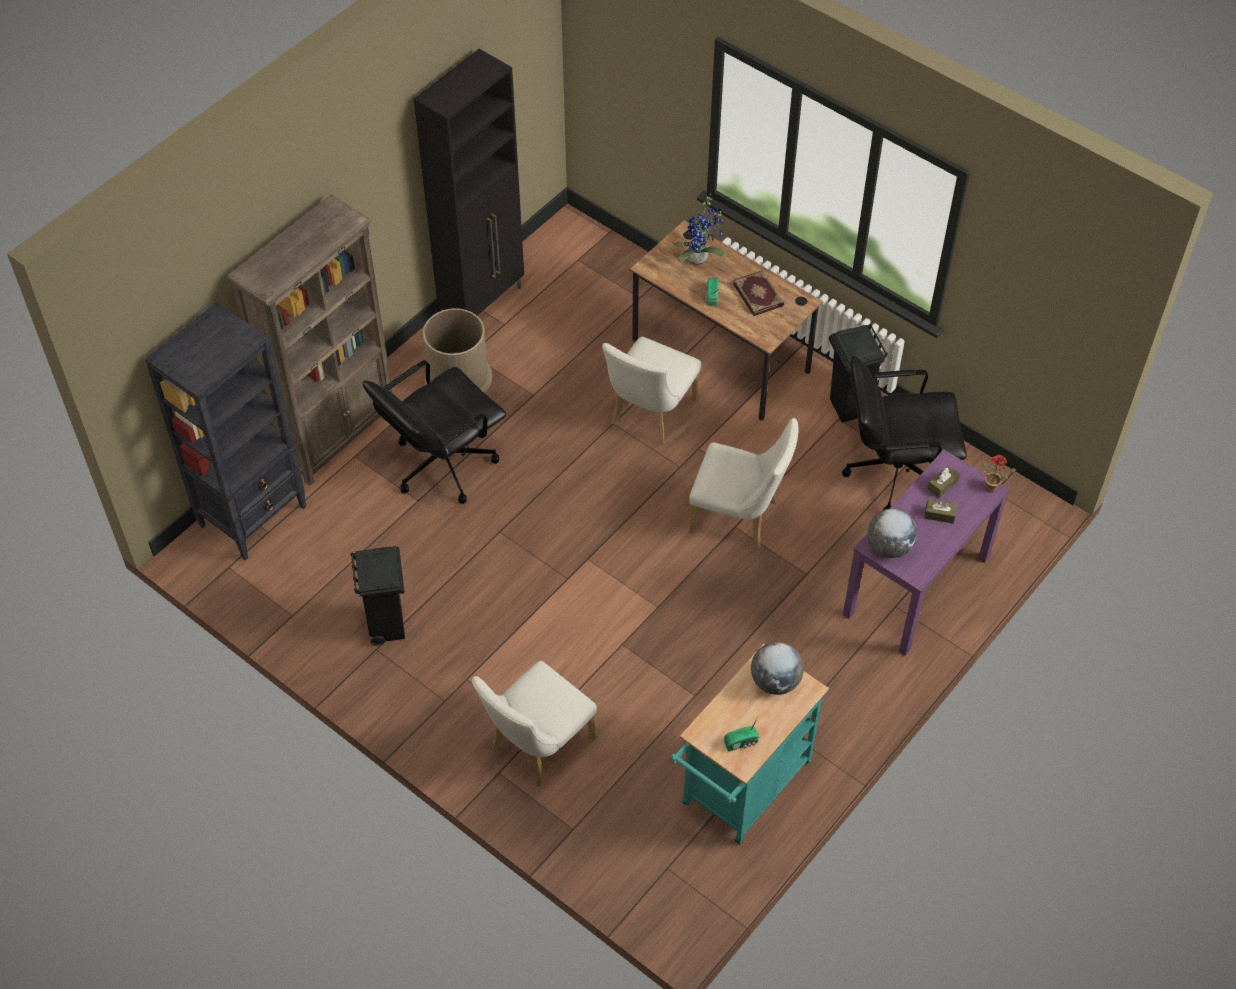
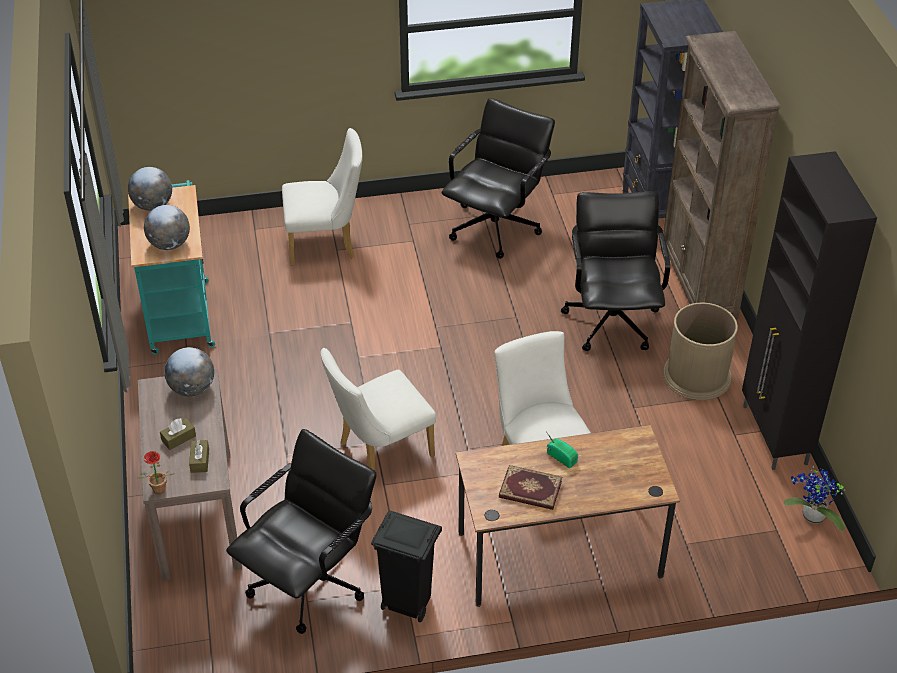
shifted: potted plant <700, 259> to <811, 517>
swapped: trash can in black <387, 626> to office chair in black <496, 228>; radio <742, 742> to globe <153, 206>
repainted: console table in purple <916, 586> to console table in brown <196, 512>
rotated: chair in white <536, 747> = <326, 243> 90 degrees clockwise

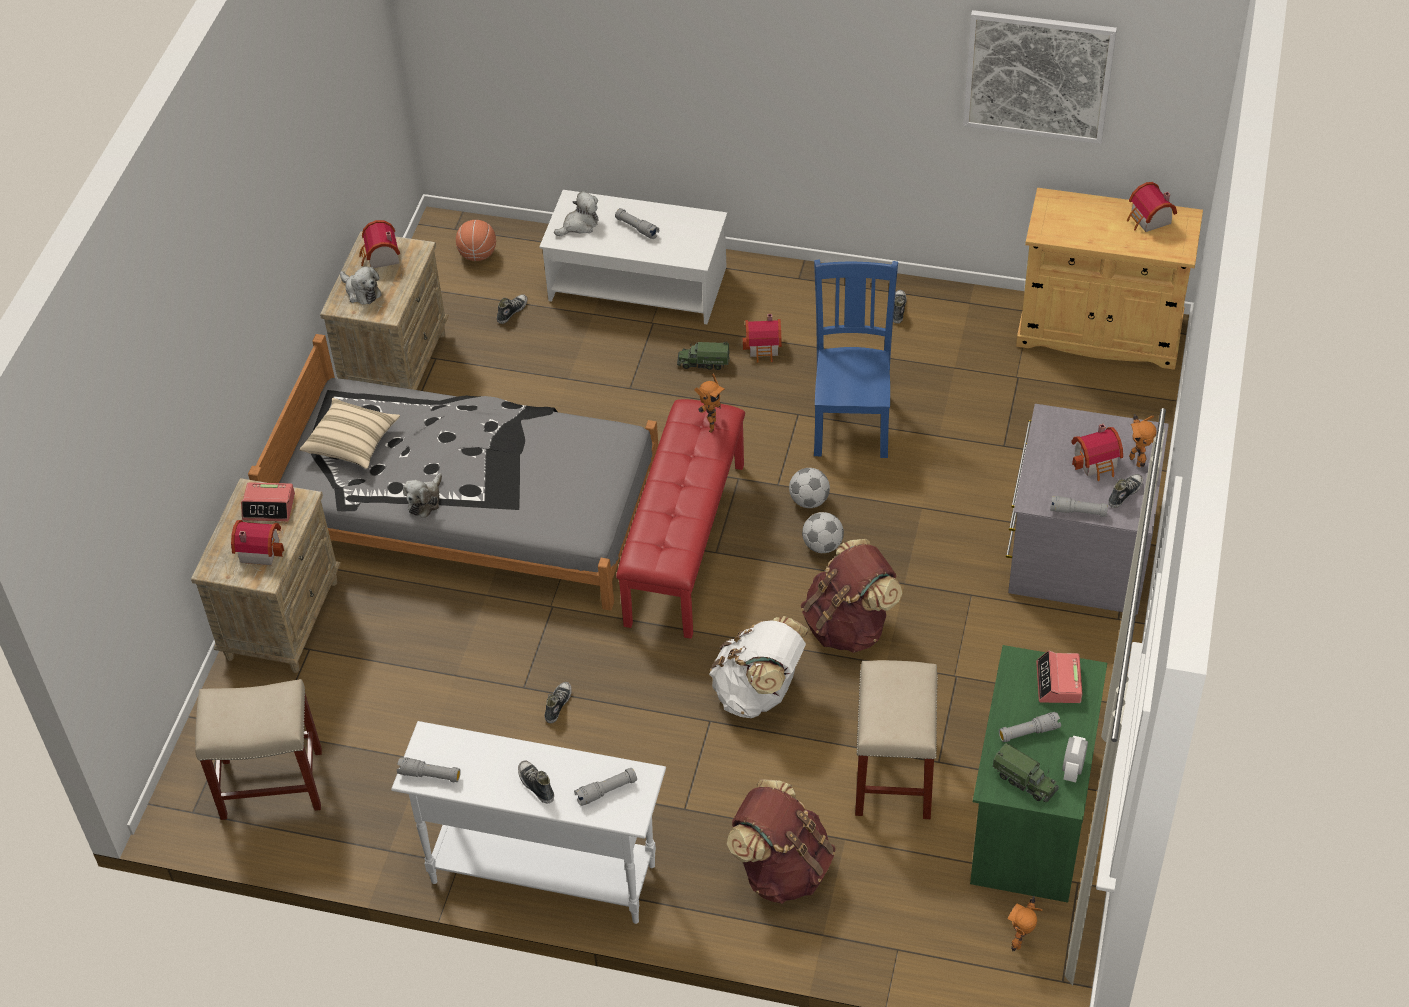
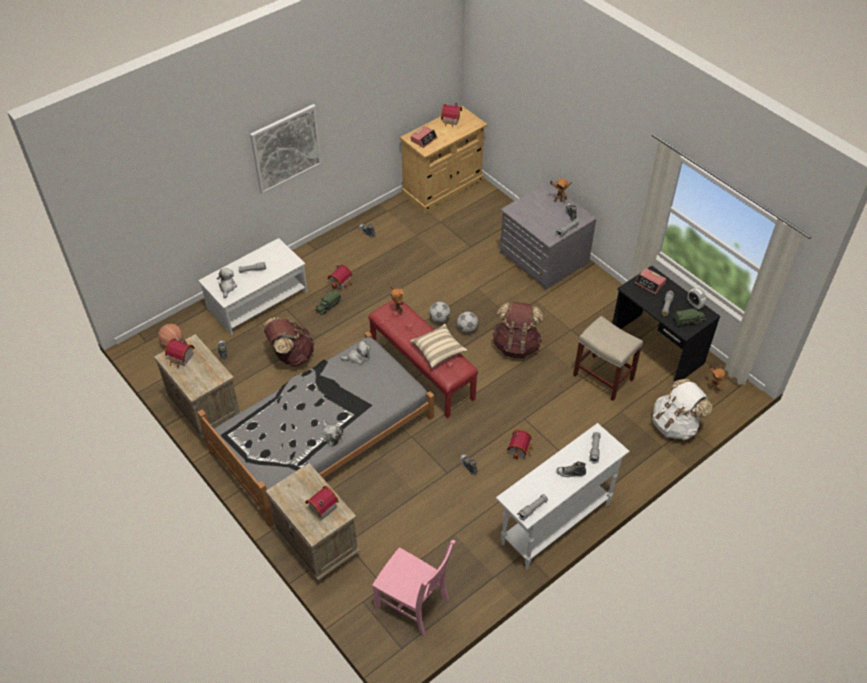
gone: chair in blue <852, 421>
shifted: alarm clock <269, 507> to <424, 139>; pillow in beige <352, 443> to <438, 351>; plush toy <361, 291> to <358, 357>; backpack in white <759, 693> to <675, 425>; backpack in brown <782, 868> to <291, 355>; picture <1038, 76> to <286, 148>; toy house <1097, 462> to <520, 449>
swapped: stool in beige <270, 784> to chair in pink <414, 605>
repainted: desk in green <1029, 815> to desk in black <656, 349>

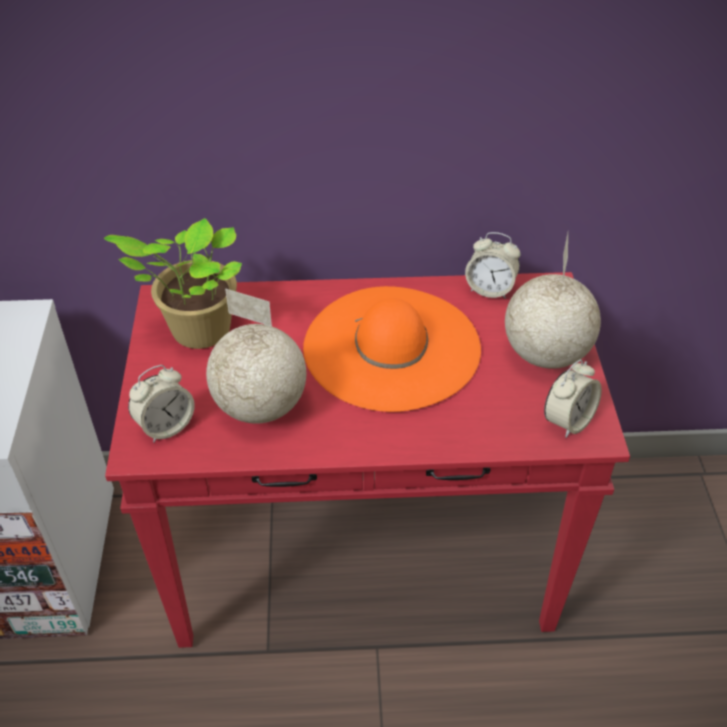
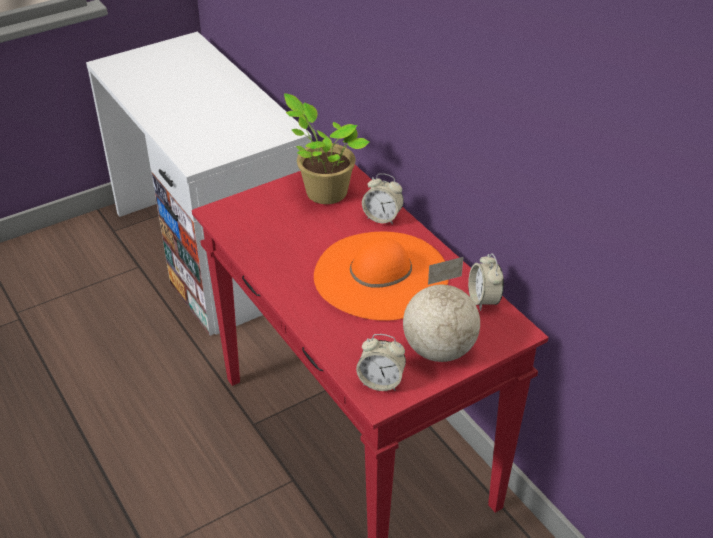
gone: globe <261, 407>
shifted: alarm clock <166, 426> to <382, 217>

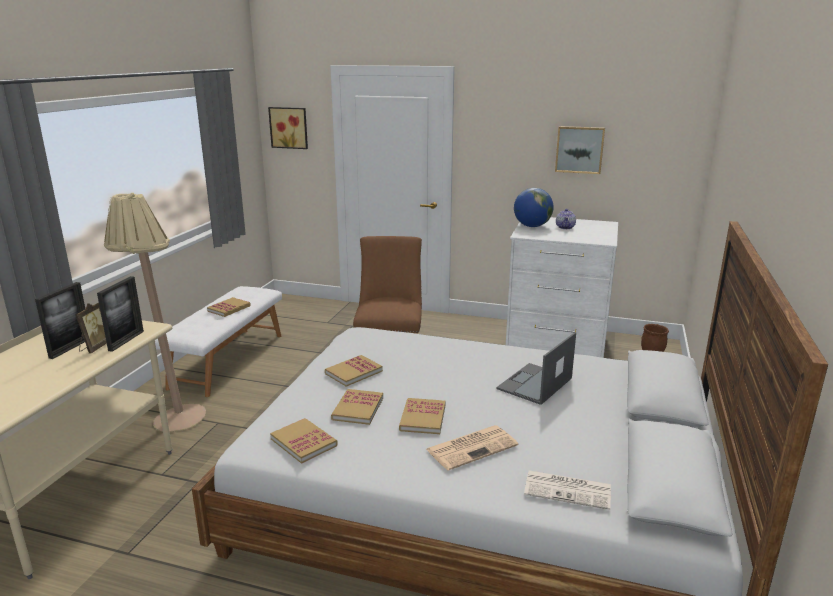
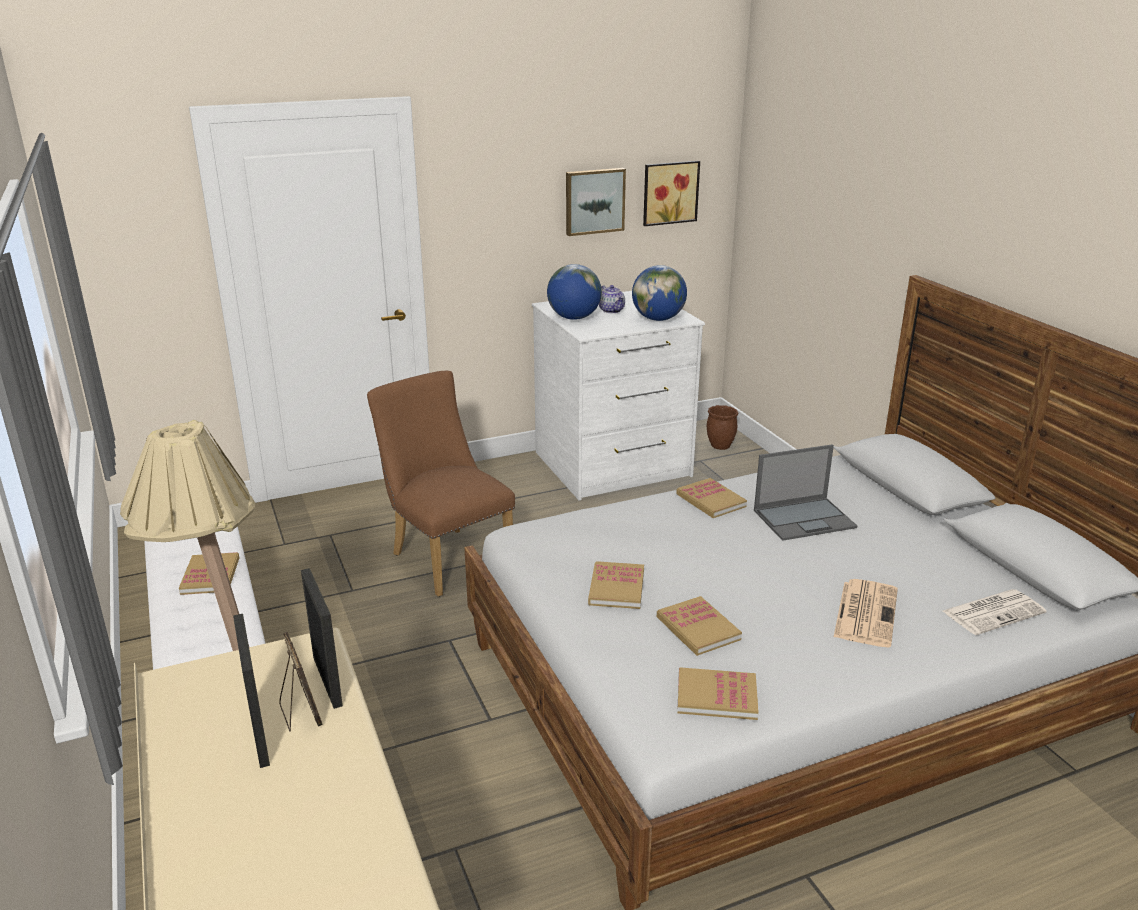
new: globe <658, 319>
shifted: picture <289, 127> to <669, 192>; book <422, 418> to <711, 500>
rotated: laptop <534, 384> = <805, 519> 105 degrees counterclockwise

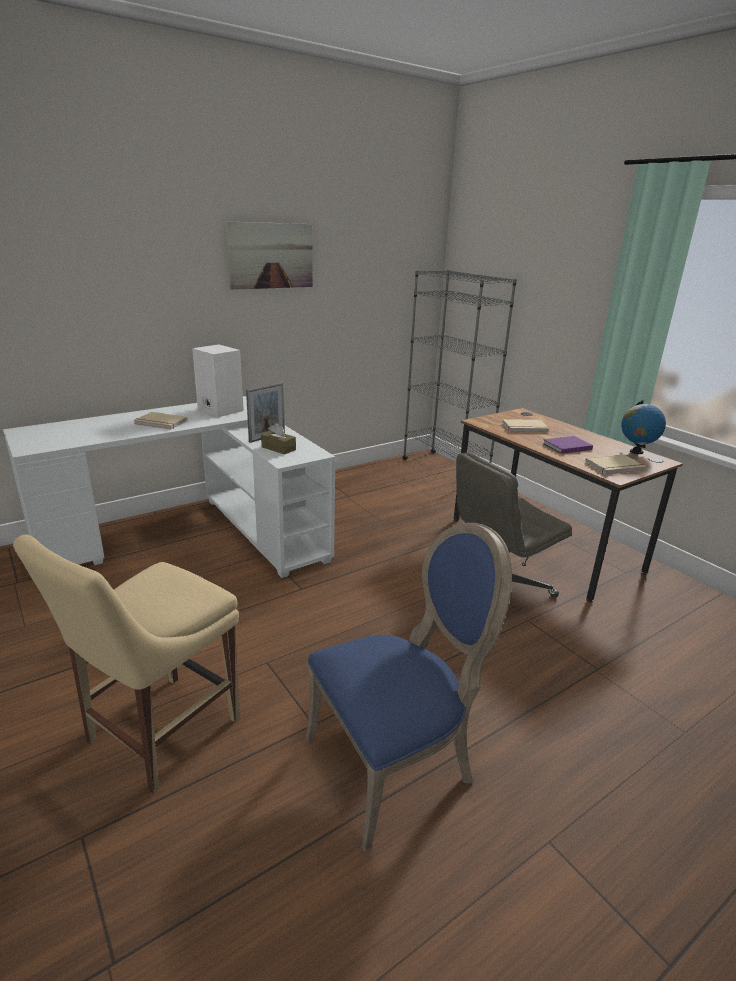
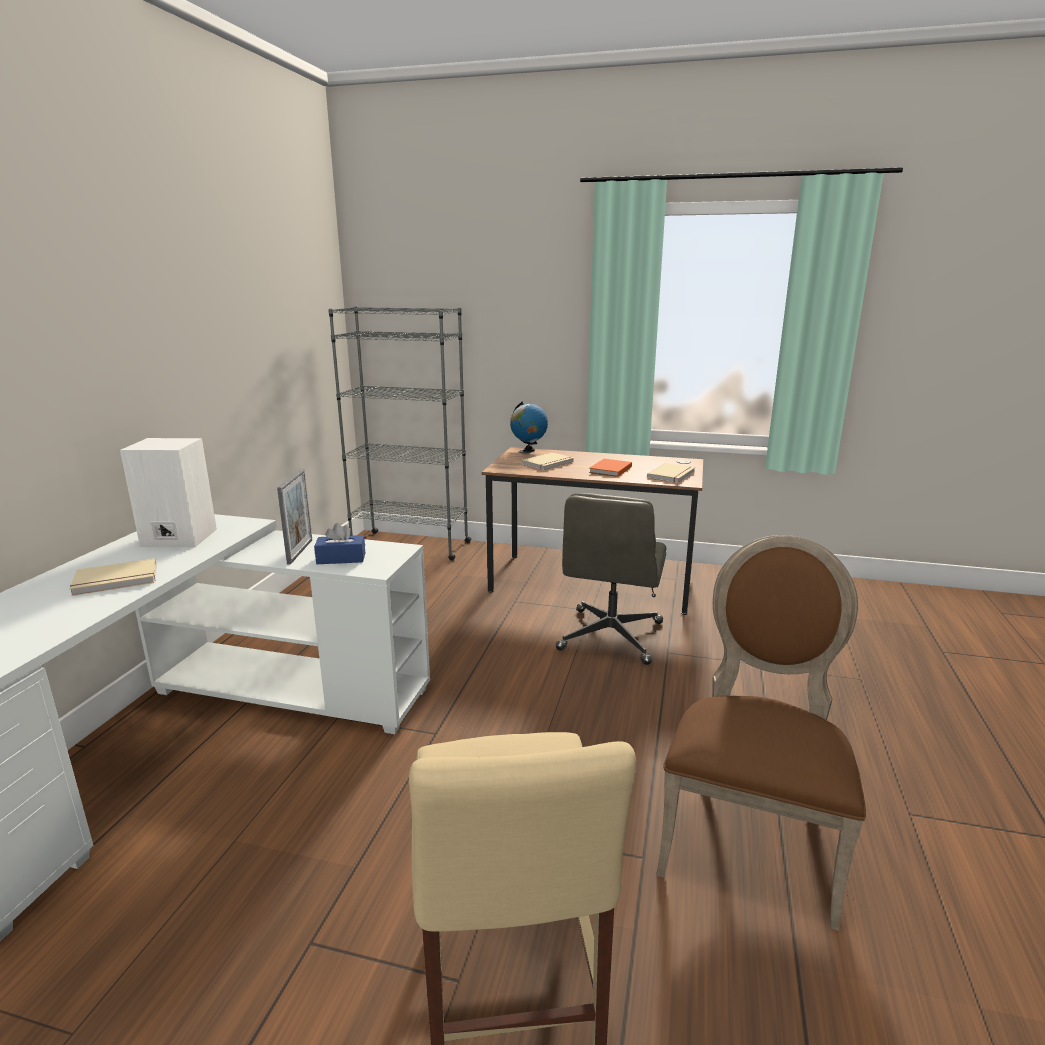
gone: picture <271, 255>
shifted: globe <636, 452> to <528, 450>
repainted: tissue box in brown <278, 448> to tissue box in blue <341, 558>; chair in blue <396, 762> to chair in brown <750, 836>; book in purple <565, 446> to book in orange <609, 470>

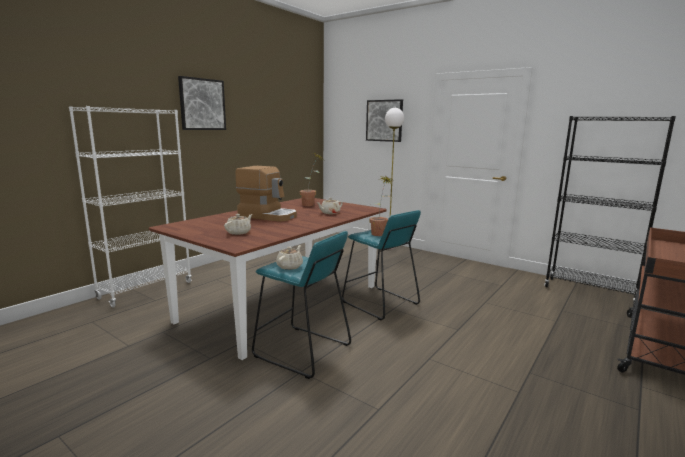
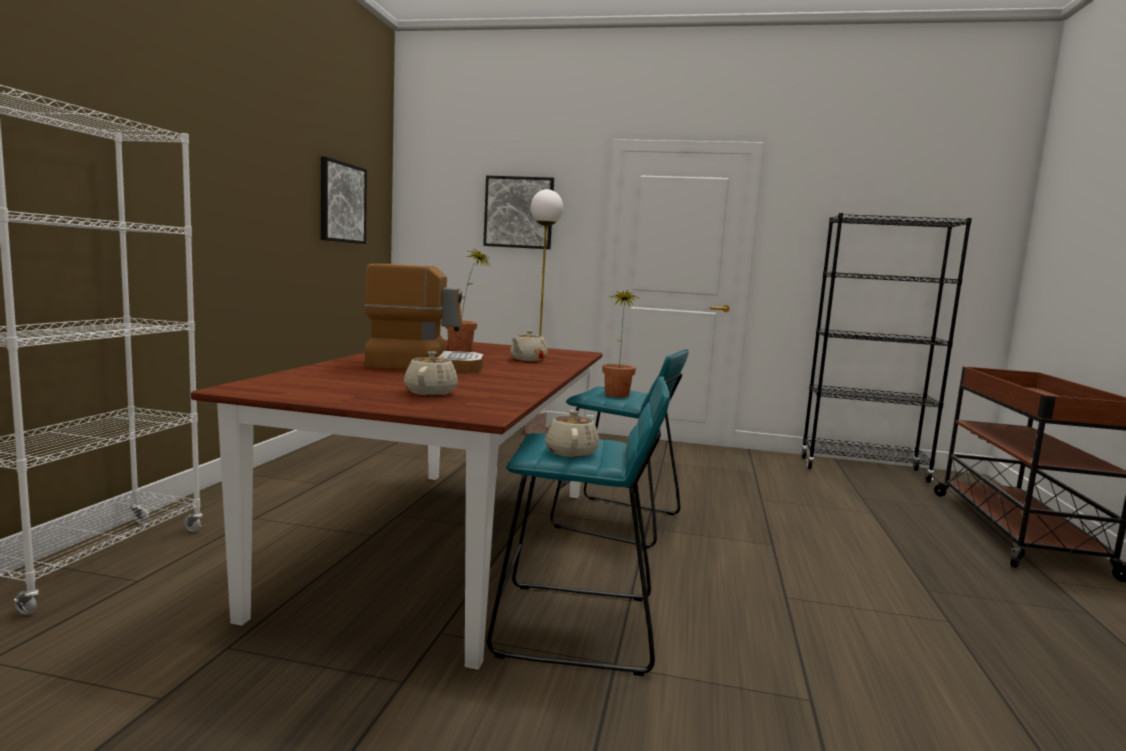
shifted: picture <202, 104> to <342, 202>

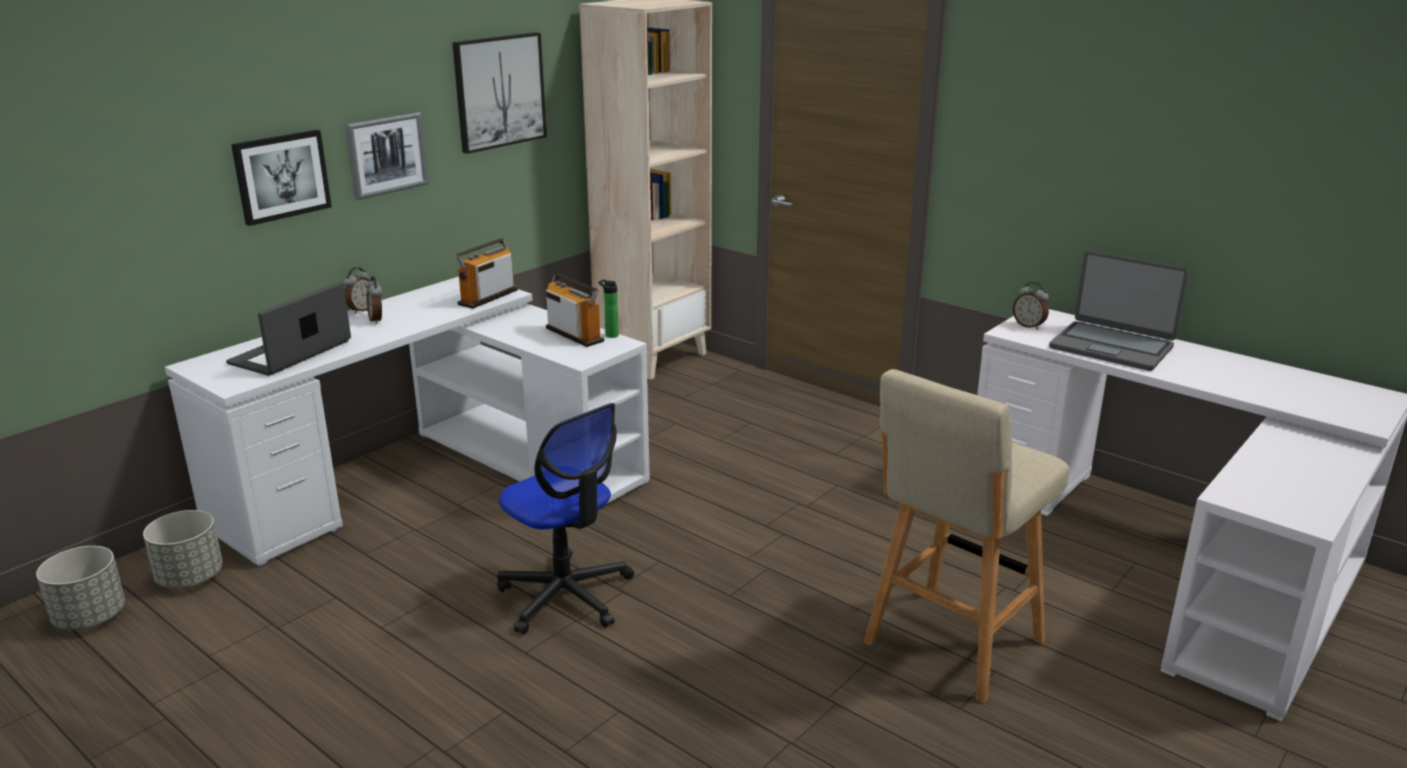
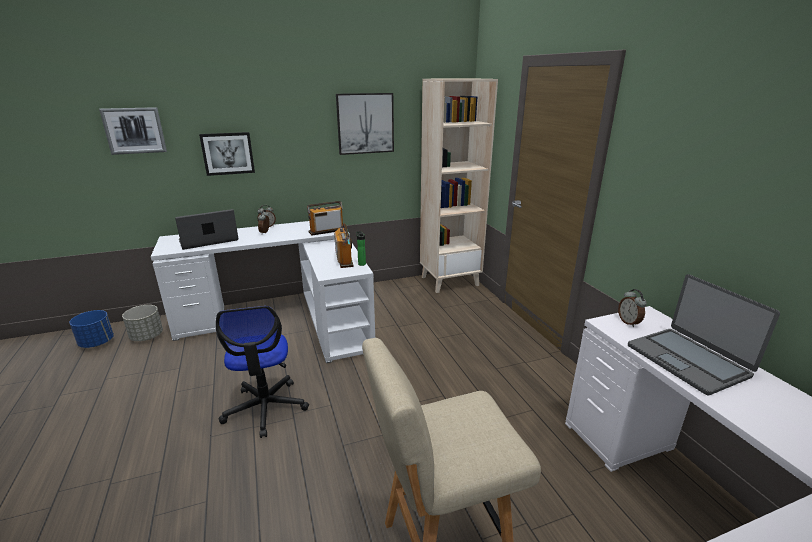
shifted: picture <386, 154> to <134, 130>
repainted: planter in grey <90, 617> to planter in blue <97, 343>

